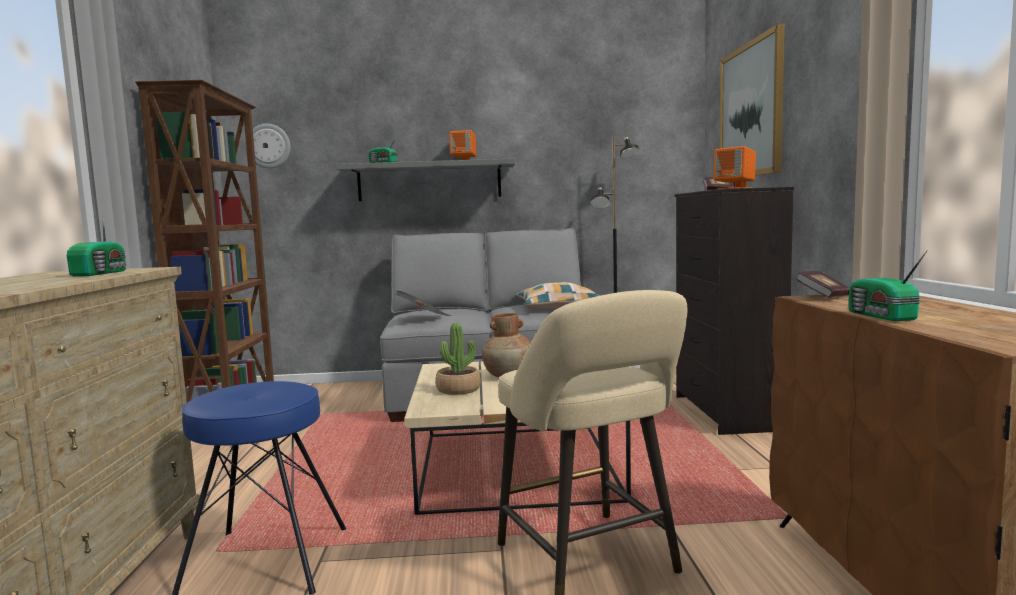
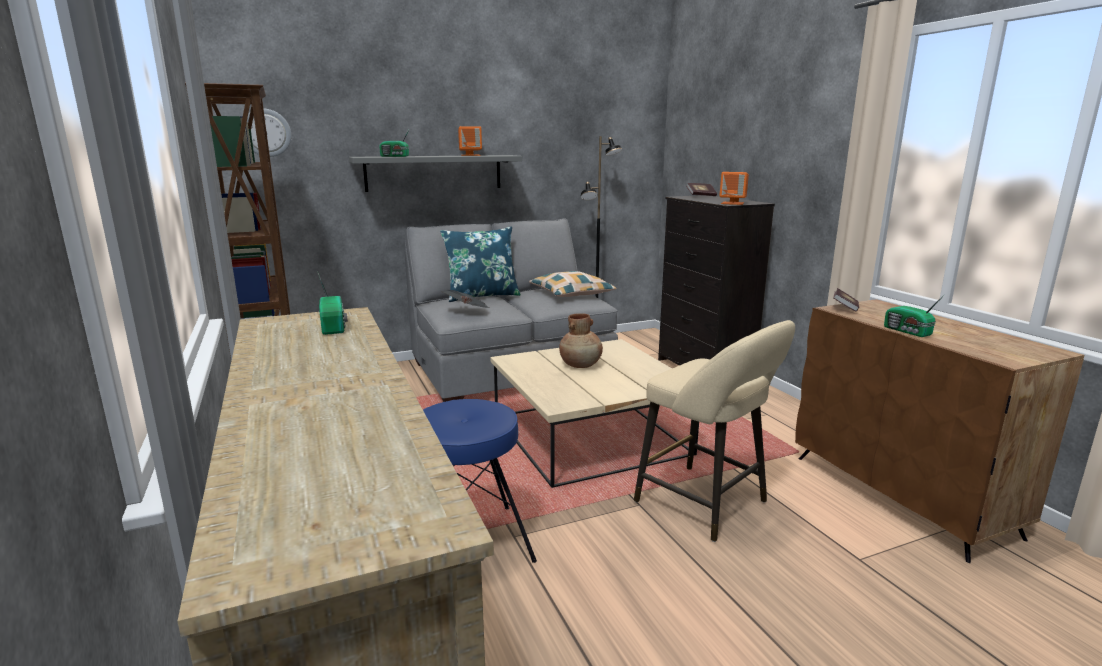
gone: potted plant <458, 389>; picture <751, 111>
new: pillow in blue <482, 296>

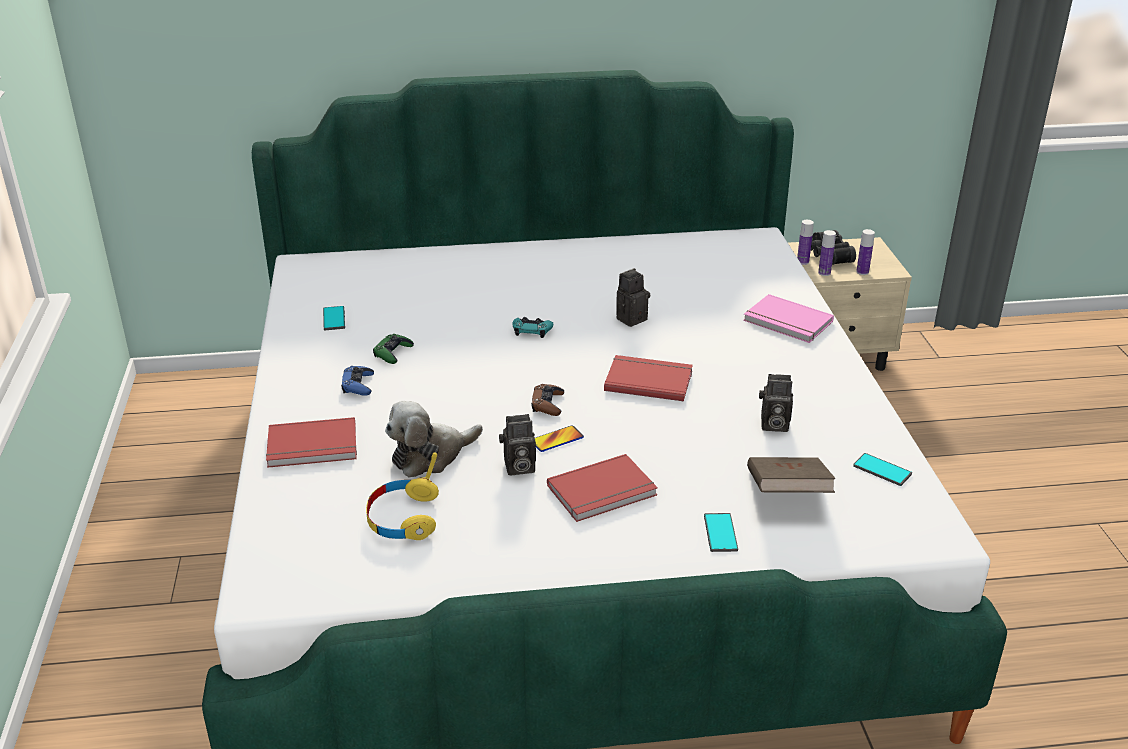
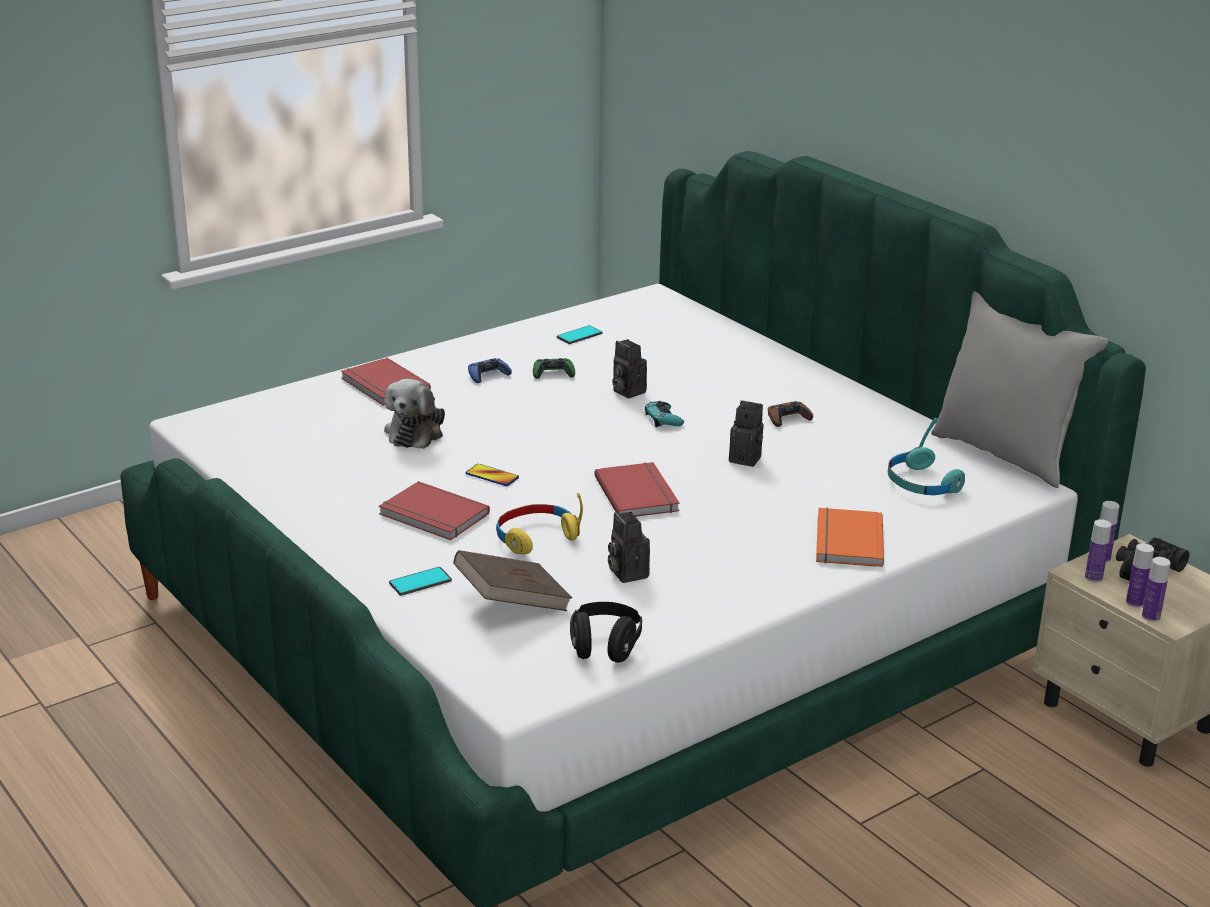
new: headphones in turquoise <922, 483>; pillow in grey <1005, 454>; bottle <1150, 617>
shifted: headphones in yellow <403, 518> to <536, 537>; photo camera <518, 467> to <626, 391>; game controller in brown <547, 404> to <788, 419>
swapped: phone <882, 470> to headphones in black <604, 647>
repainted: book in pink <787, 322> to book in orange <846, 541>
rotated: plush toy <431, 455> = <416, 432> 105 degrees counterclockwise

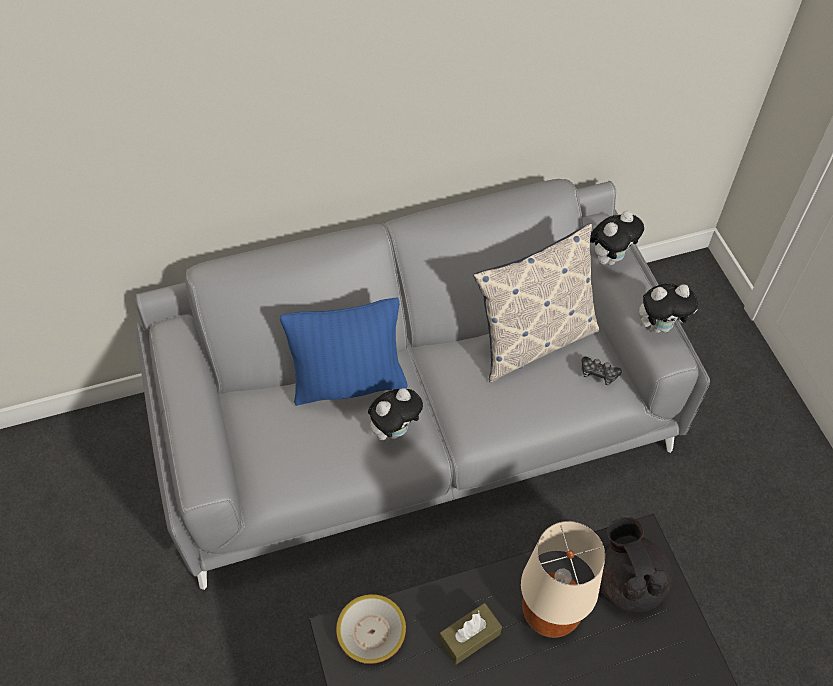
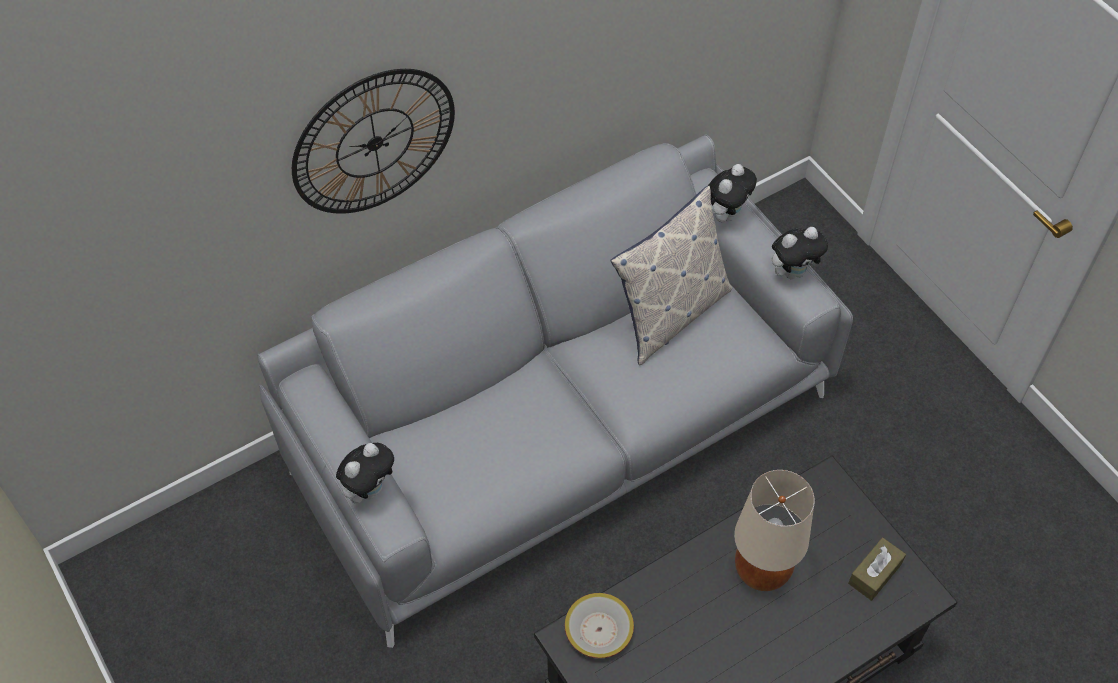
gone: pillow in blue <349, 383>; game controller <598, 374>; teapot in black <628, 581>
new: wall clock <374, 142>
shifted: plush toy <395, 429> to <369, 489>; tissue box in brown <469, 637> to <874, 573>

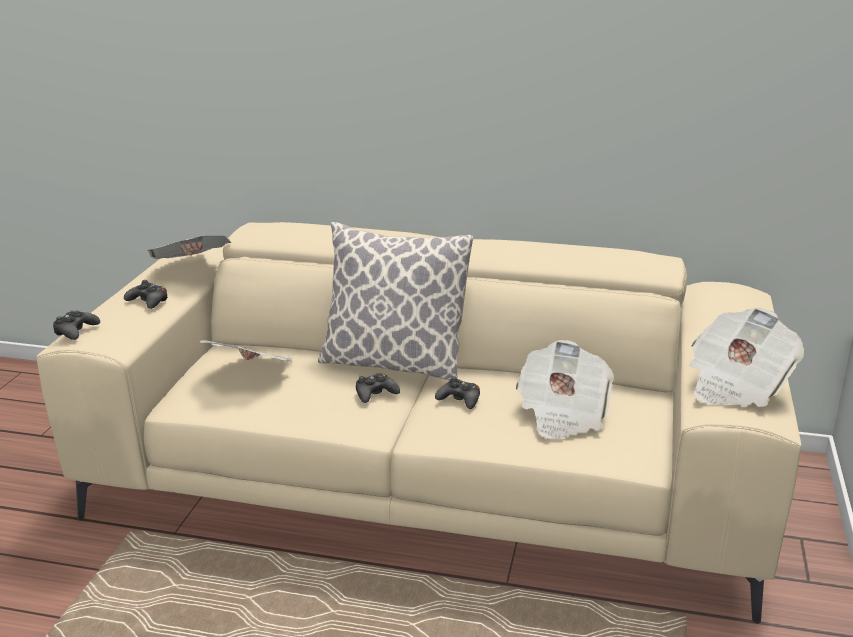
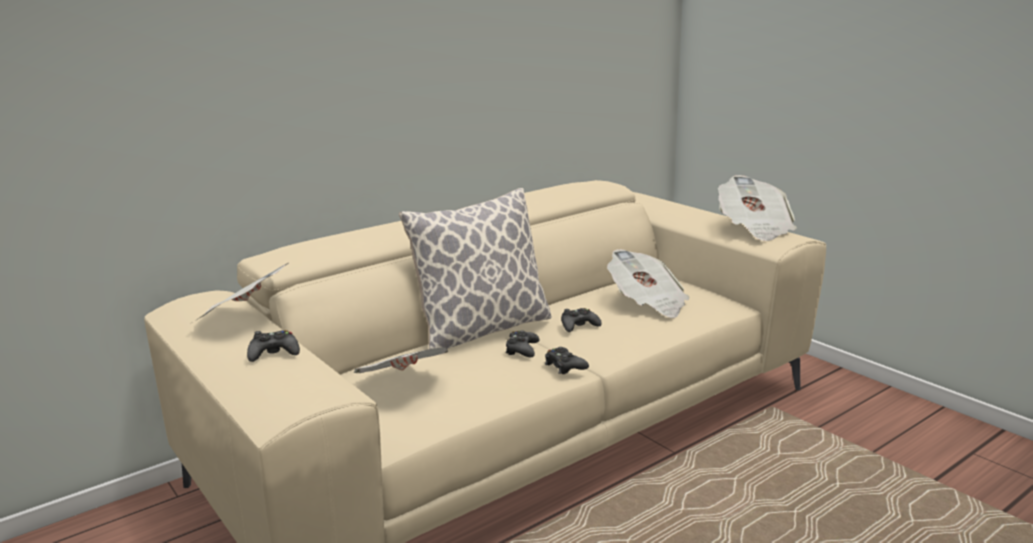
shifted: game controller in black <75, 331> to <564, 366>

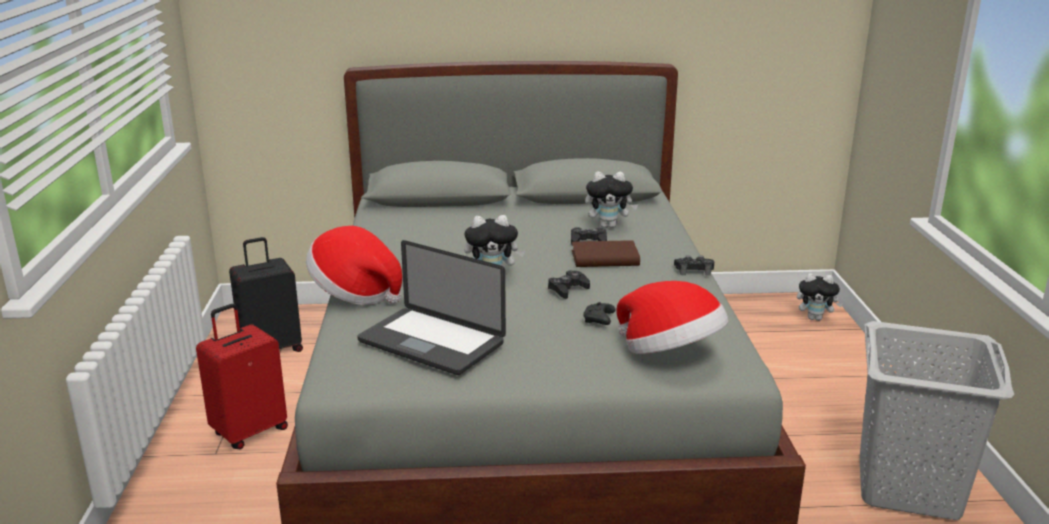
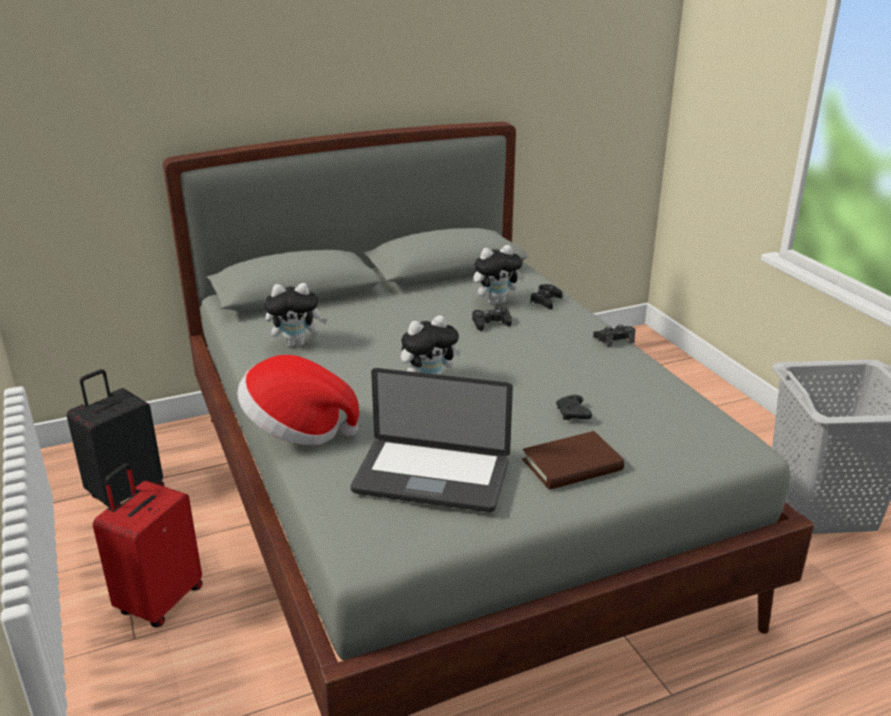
gone: hat <670, 354>
shifted: game controller in black <568, 289> to <546, 301>; book in brown <605, 258> to <572, 465>; plush toy <815, 318> to <297, 343>

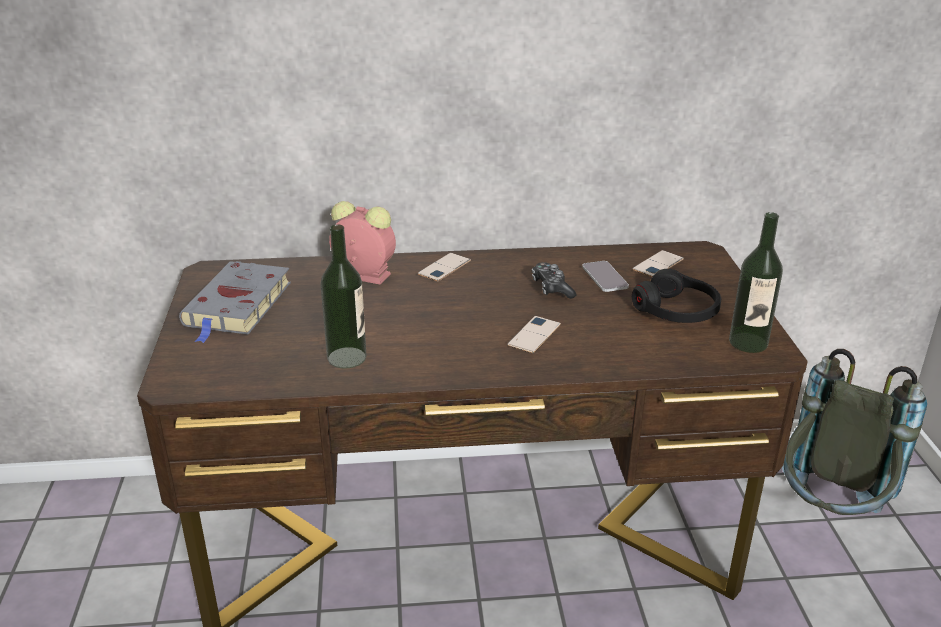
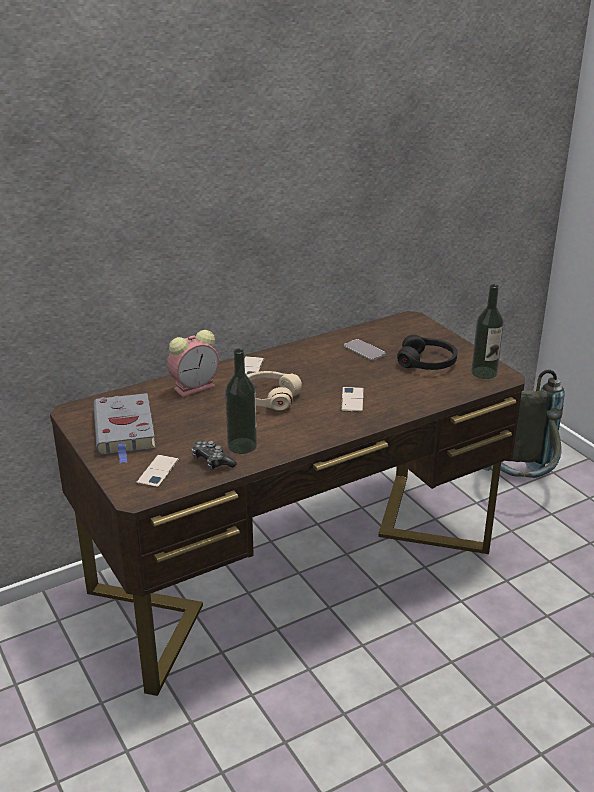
new: headphones in beige <268, 398>
shifted: game controller <552, 288> to <212, 461>; phone <658, 264> to <158, 471>
rotated: alarm clock <362, 275> = <195, 387> 150 degrees clockwise

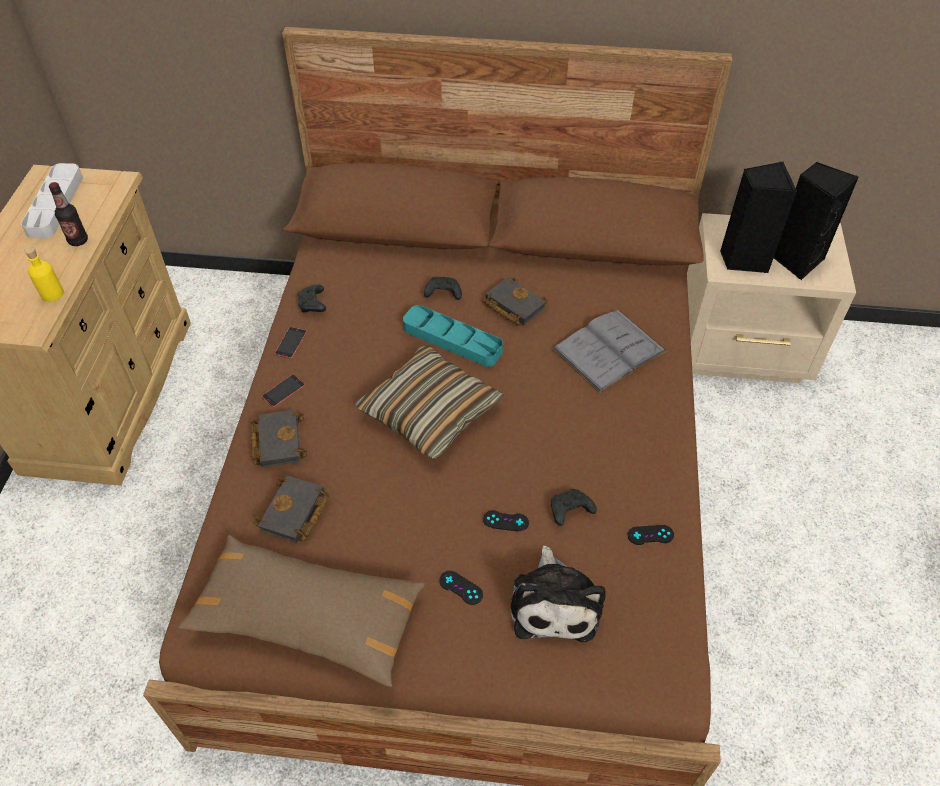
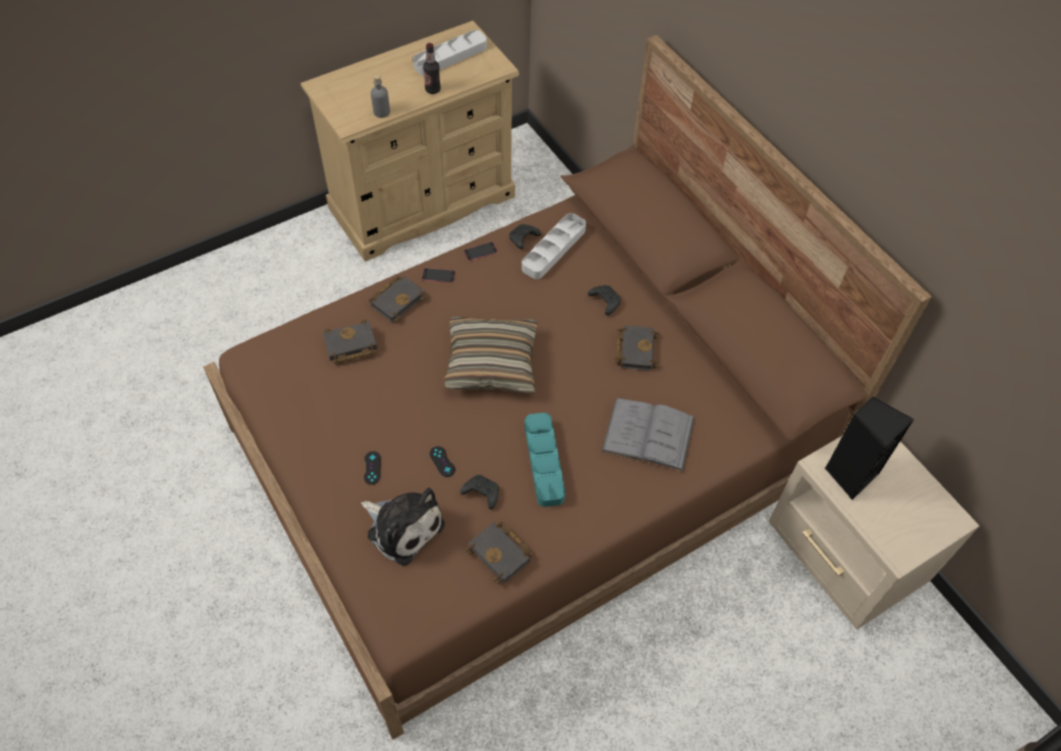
gone: pillow in brown <307, 617>; speaker in black <796, 260>
new: tray in grey <553, 249>
shifted: tray in turquoise <452, 340> to <544, 462>
swapped: game controller in black <650, 535> to book in black <502, 554>
repainted: bottle in yellow <52, 294> to bottle in grey <381, 112>
rotated: plush toy <554, 602> = <402, 527> 105 degrees counterclockwise

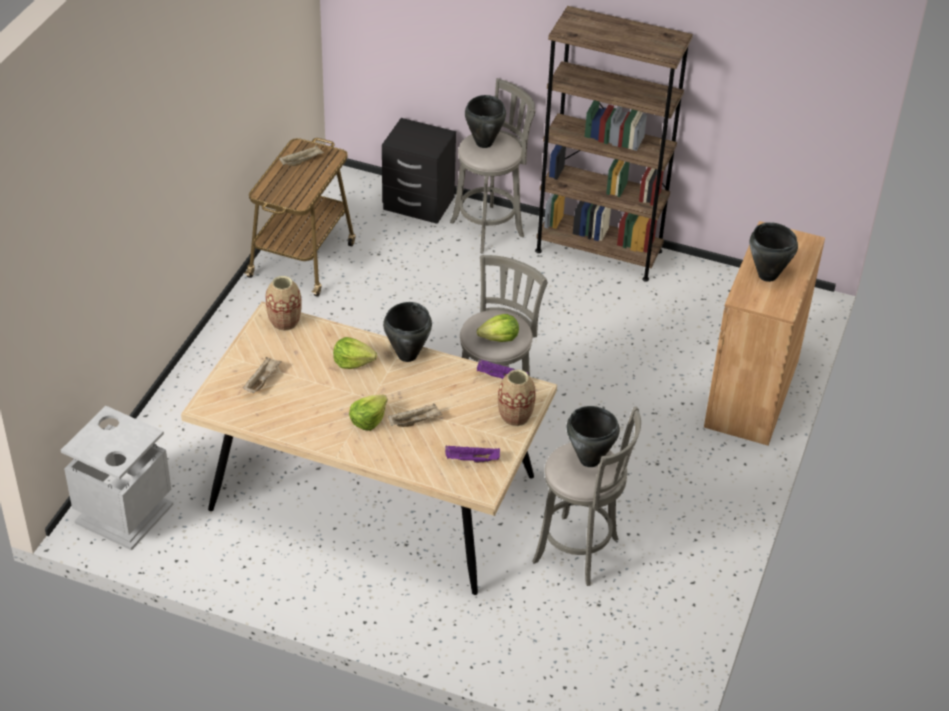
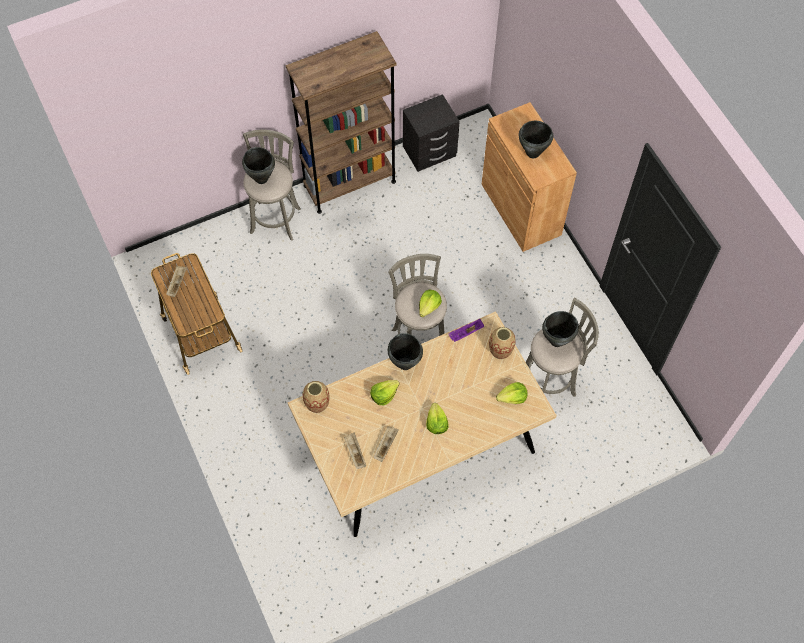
gone: trash can in grey <124, 513>
shifted: nightstand in black <418, 204> to <429, 151>; tray in beige <415, 421> to <385, 445>
swapped: tray in purple <471, 460> to lettuce <512, 398>

